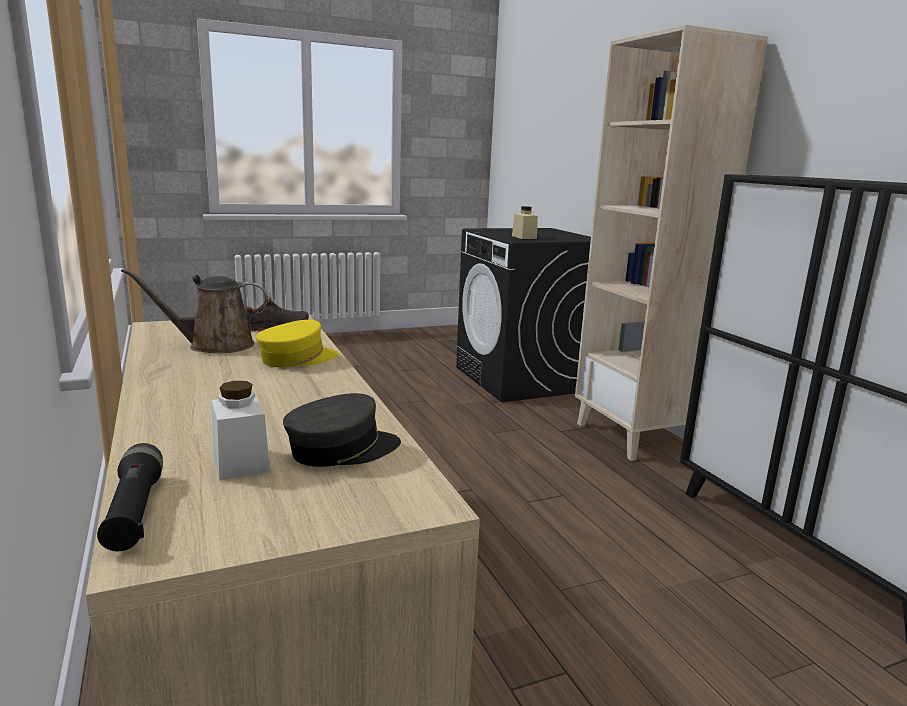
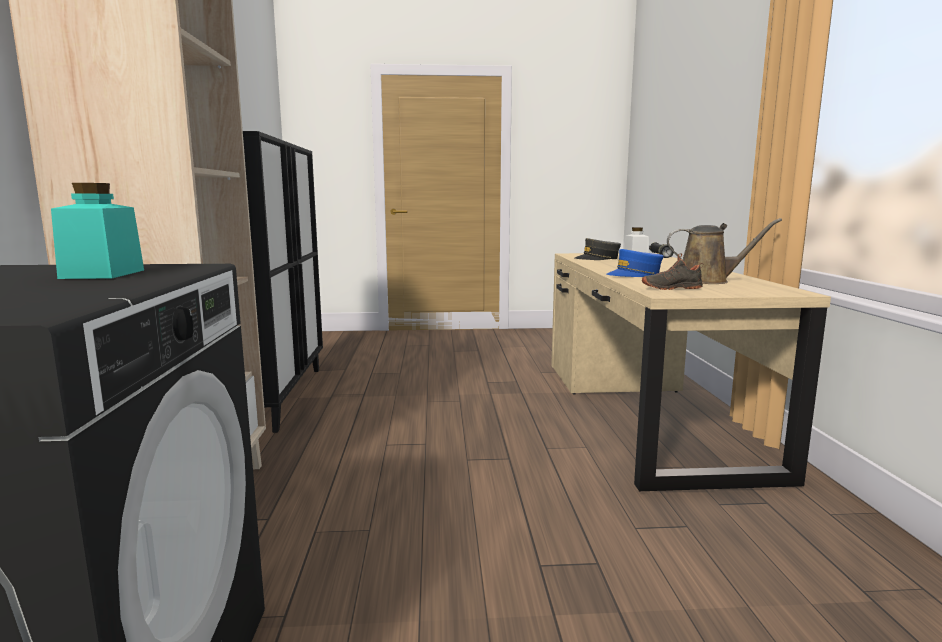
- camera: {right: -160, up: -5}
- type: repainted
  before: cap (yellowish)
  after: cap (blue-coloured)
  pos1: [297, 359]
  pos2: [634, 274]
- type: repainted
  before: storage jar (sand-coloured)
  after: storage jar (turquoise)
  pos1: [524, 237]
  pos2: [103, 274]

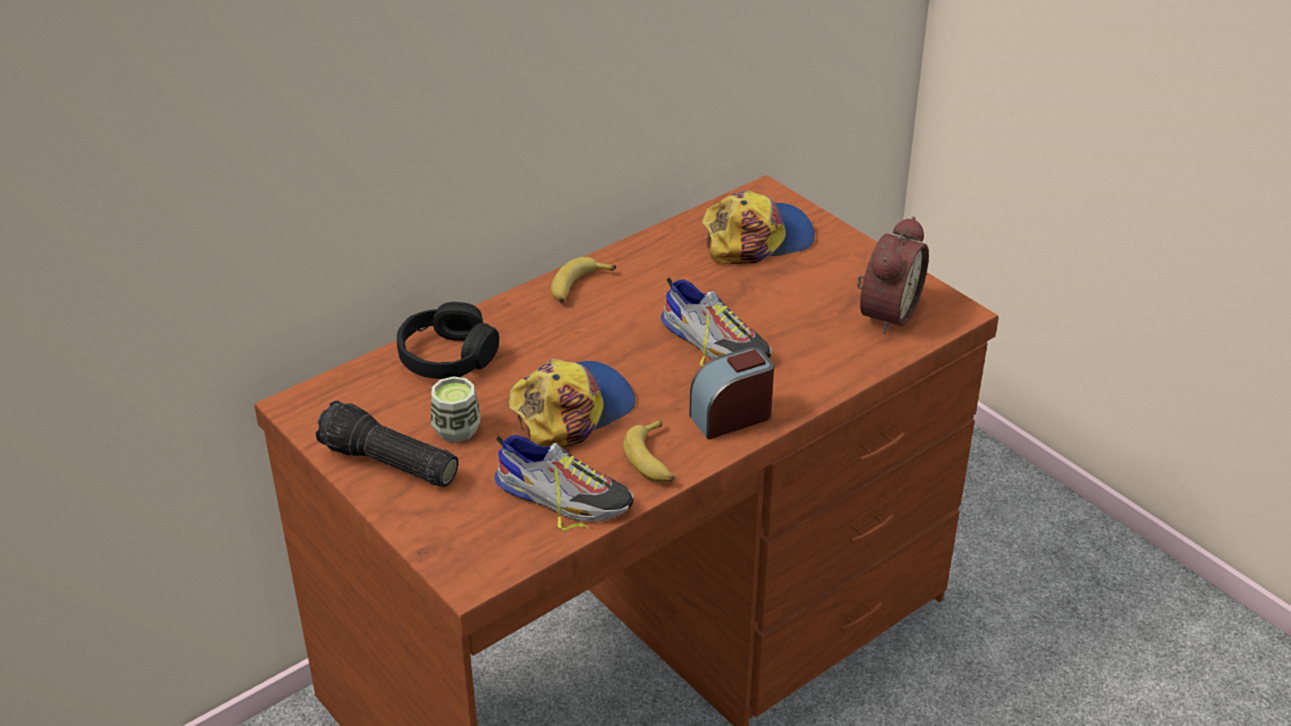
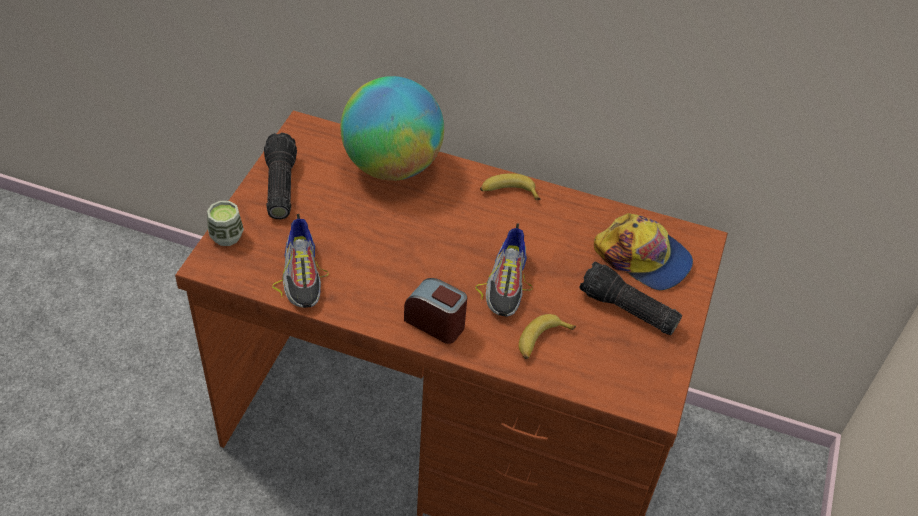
- camera: {right: 55, up: 10}
- type: gone
  before: cap
  pos1: [571, 409]
- type: gone
  before: alarm clock
  pos1: [885, 312]
- type: new
  after: flashlight
  pos2: [626, 310]
- type: shifted
  before: cup
  pos1: [456, 429]
  pos2: [226, 236]
- type: shifted
  before: banana fruit
  pos1: [654, 460]
  pos2: [541, 341]
- type: swapped
  before: pair of headphones (black)
  after: desk globe
  pos1: [447, 356]
  pos2: [392, 166]

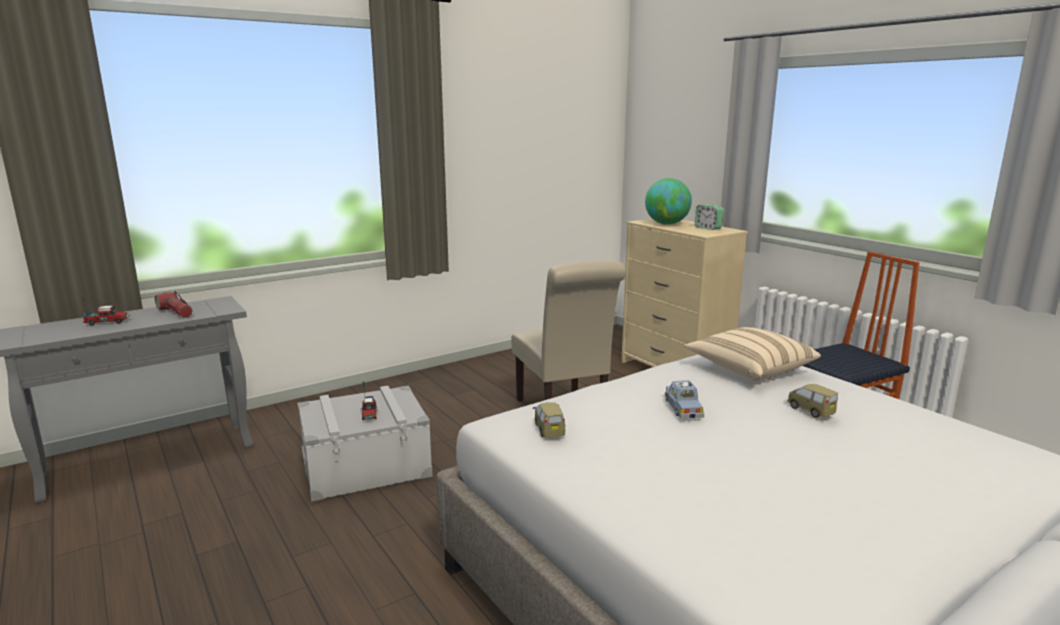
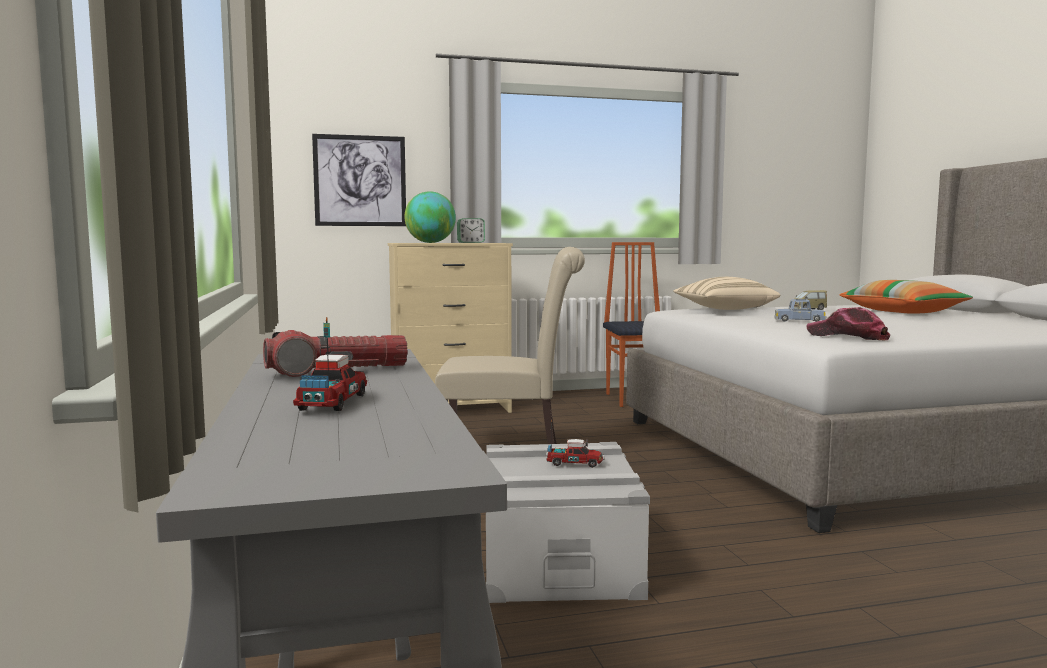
- camera: {right: -70, up: -10}
- type: new
  after: wall picture
  pos2: [360, 181]
- type: new
  after: cushion
  pos2: [903, 312]
- type: swapped
  before: toy car
  after: cap
  pos1: [549, 429]
  pos2: [847, 336]

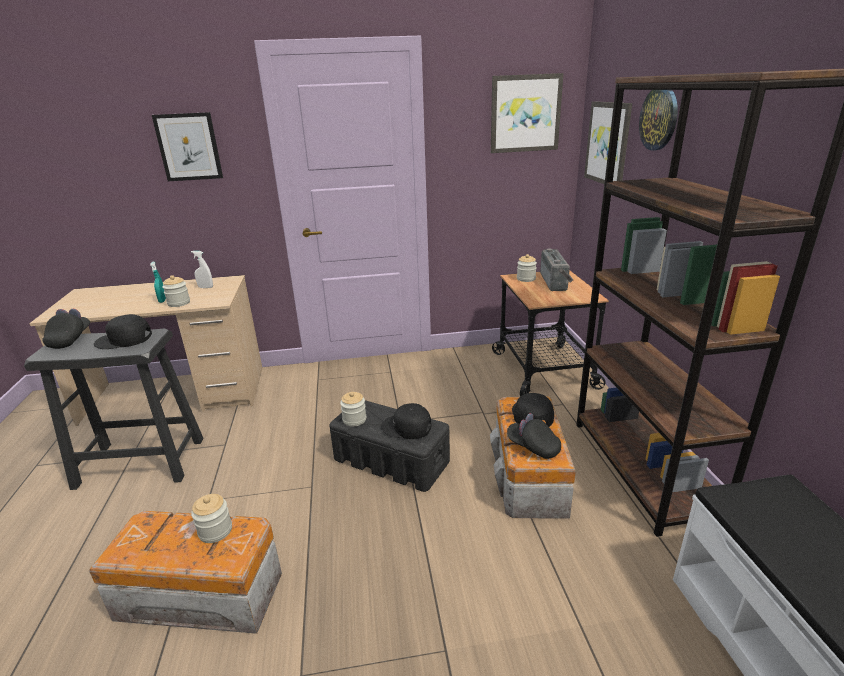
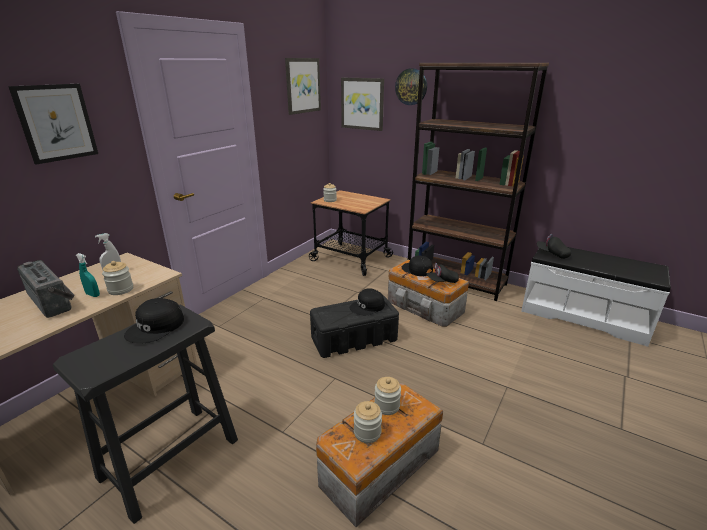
- camera: {right: -50, up: 0}
- type: shifted
  before: cap (black)
  pos1: [70, 339]
  pos2: [552, 254]
- type: shifted
  before: storage jar
  pos1: [354, 420]
  pos2: [367, 432]
- type: shifted
  before: radio set
  pos1: [556, 282]
  pos2: [54, 301]

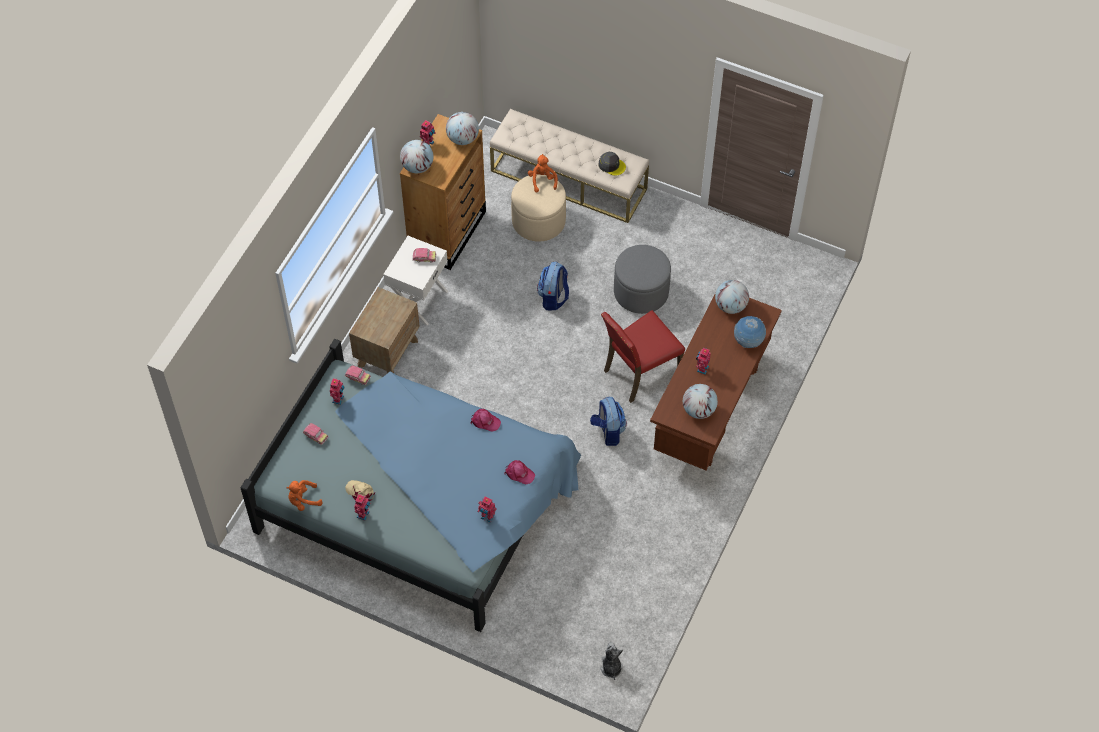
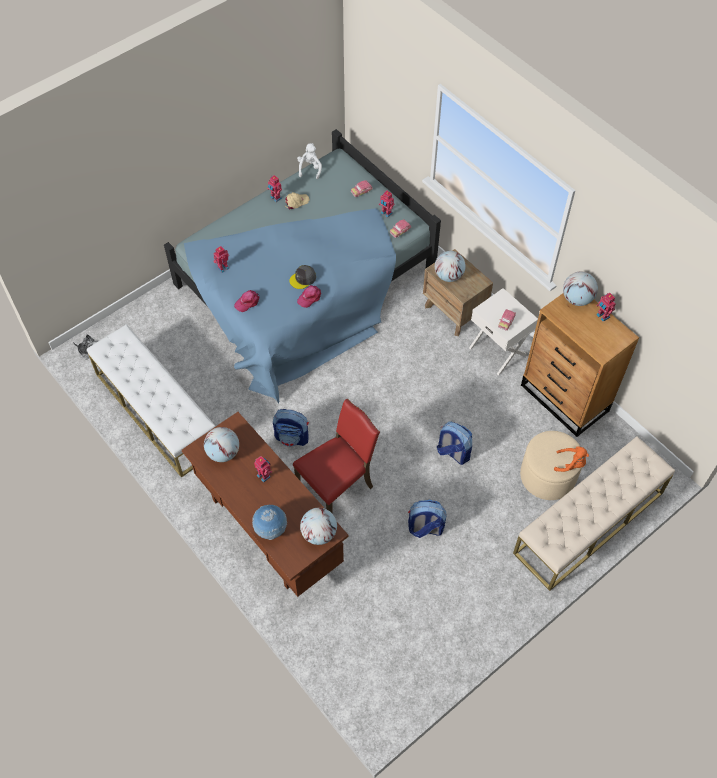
- camera: {right: 115, up: 0}
- type: new
  after: long seat (white)
  pos2: [157, 411]
- type: shifted
  before: desk globe
  pos1: [462, 139]
  pos2: [448, 276]
- type: shifted
  before: cap (gray)
  pos1: [611, 165]
  pos2: [303, 279]
- type: swapped
  before: pouffe (gray)
  after: rucksack
  pos1: [641, 292]
  pos2: [425, 528]
- type: repainted
  before: cuddly toy (orangey)
  after: cuddly toy (white)
  pos1: [303, 500]
  pos2: [310, 169]
- type: rotated
  before: upright chair (red-coloured)
  pos1: [639, 373]
  pos2: [337, 487]
  turn: 60

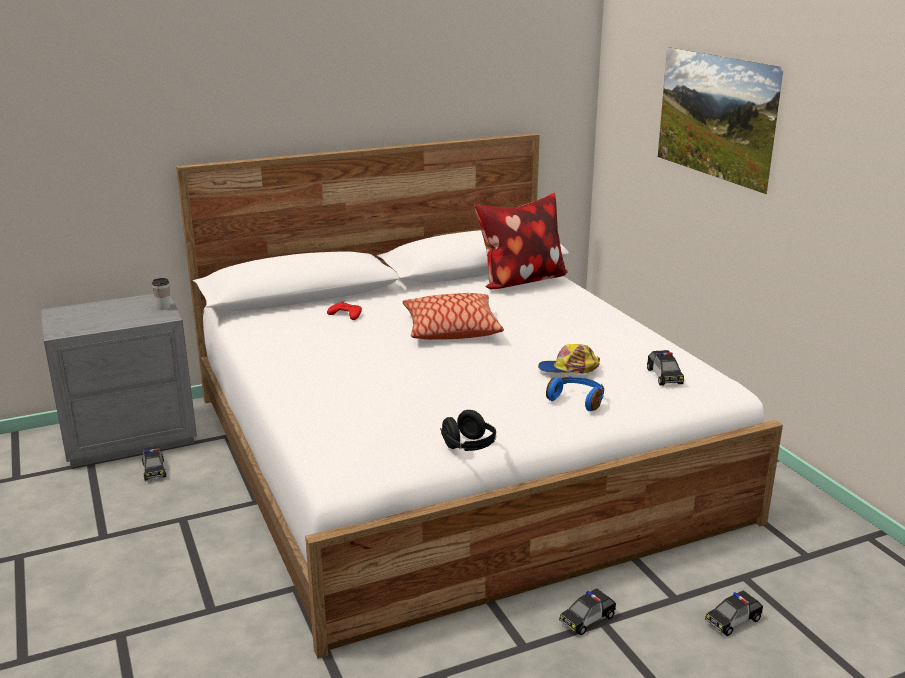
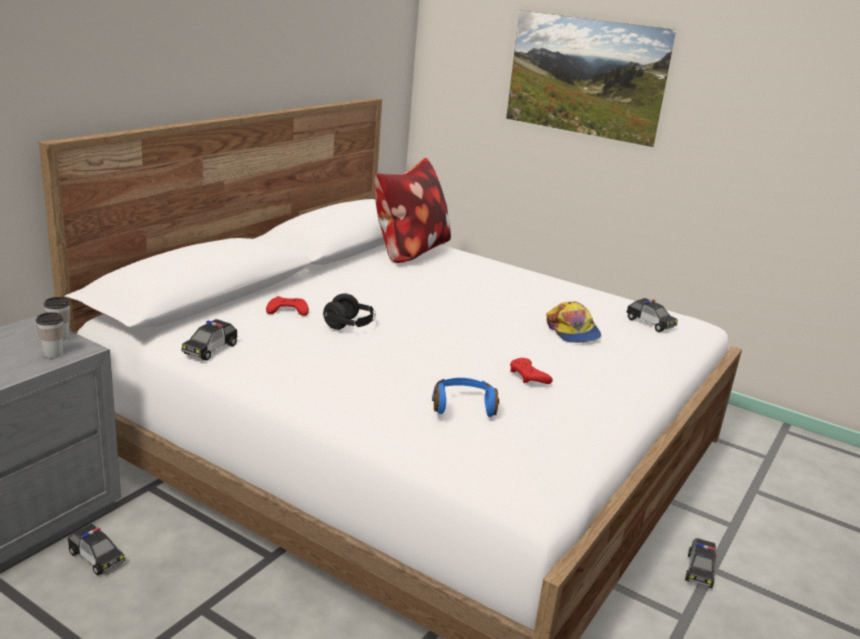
- camera: {right: -35, up: 0}
- type: gone
  before: cushion
  pos1: [451, 329]
- type: new
  after: cup
  pos2: [53, 354]
- type: new
  after: game controller (red-coloured)
  pos2: [528, 376]
- type: shifted
  before: pair of headphones (black)
  pos1: [469, 447]
  pos2: [349, 326]
- type: shifted
  before: pair of headphones (blue-coloured)
  pos1: [577, 400]
  pos2: [463, 406]
- type: shifted
  before: toy car
  pos1: [733, 621]
  pos2: [210, 349]
- type: rotated
  before: cap
  pos1: [568, 370]
  pos2: [572, 331]
  turn: -75

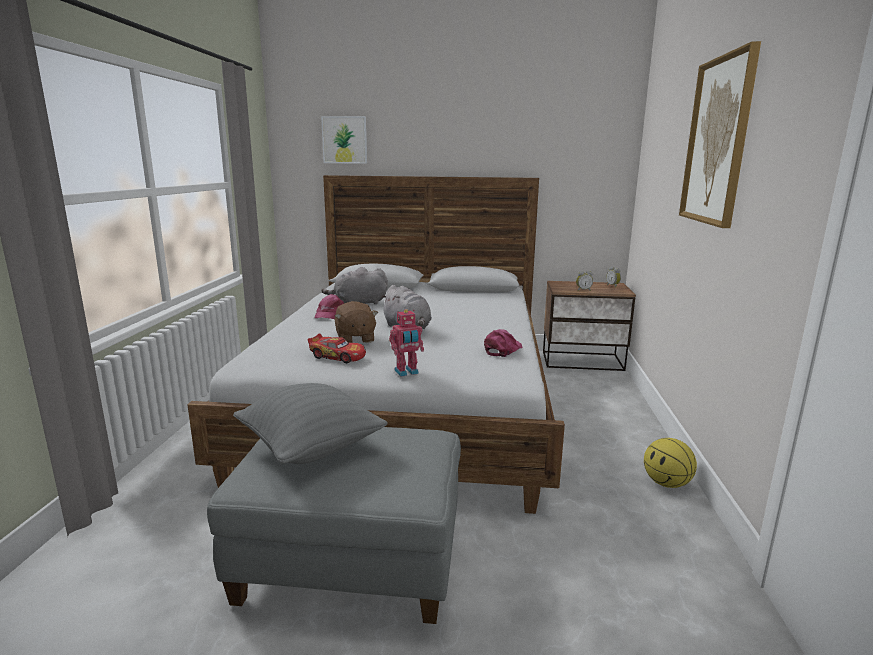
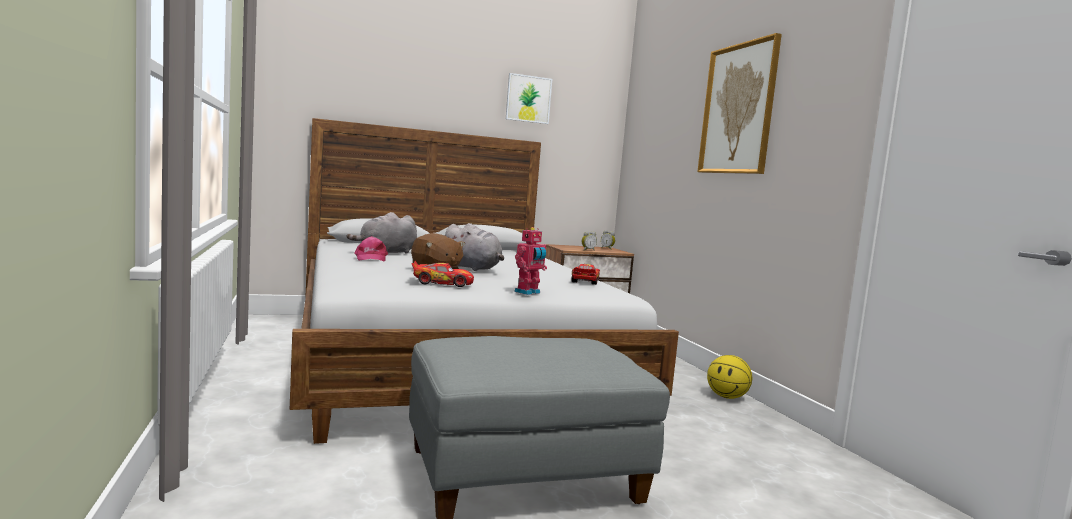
- camera: {right: -25, up: -10}
- type: gone
  before: cushion (gray)
  pos1: [311, 448]
- type: shifted
  before: wall picture
  pos1: [344, 140]
  pos2: [528, 99]
- type: swapped
  before: cap (pink)
  after: toy car
  pos1: [502, 350]
  pos2: [585, 281]

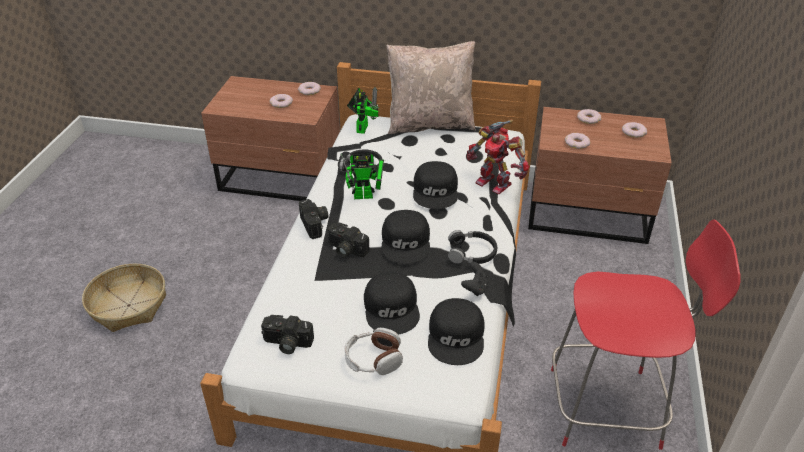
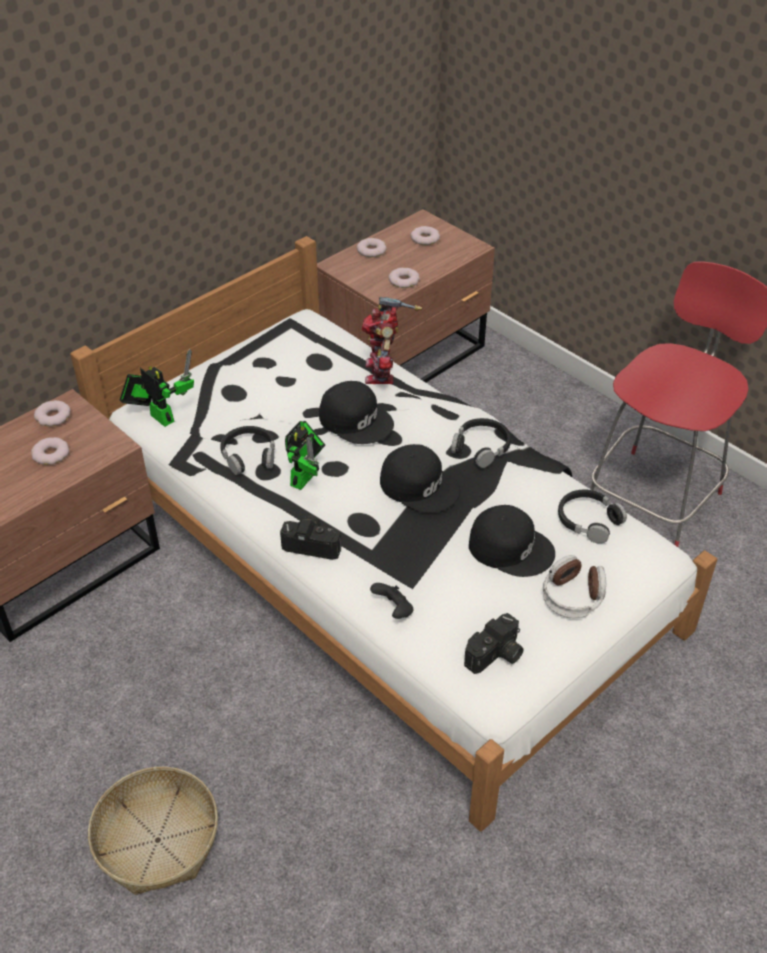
- camera: {right: -55, up: 5}
- type: gone
  before: still camera
  pos1: [345, 250]
- type: gone
  before: cushion (sand-coloured)
  pos1: [430, 124]
- type: shifted
  before: game controller (black)
  pos1: [475, 288]
  pos2: [393, 610]
- type: swapped
  before: cap (black)
  after: pair of headphones (black)
  pos1: [457, 337]
  pos2: [588, 521]
- type: rotated
  before: toy robot
  pos1: [494, 182]
  pos2: [383, 372]
  turn: 105

